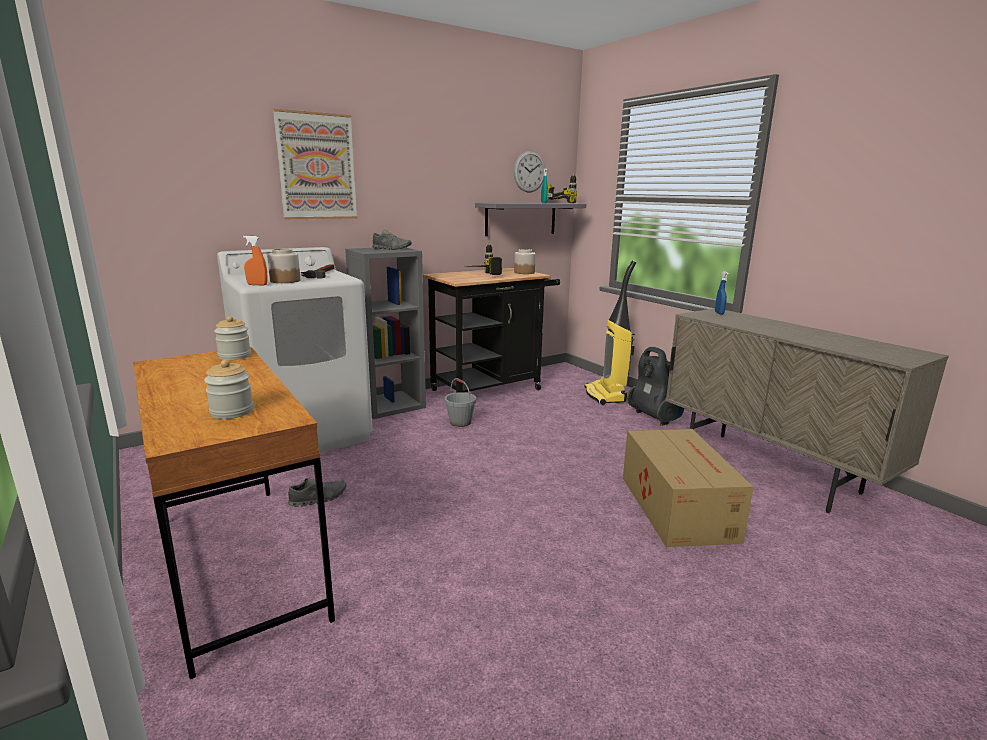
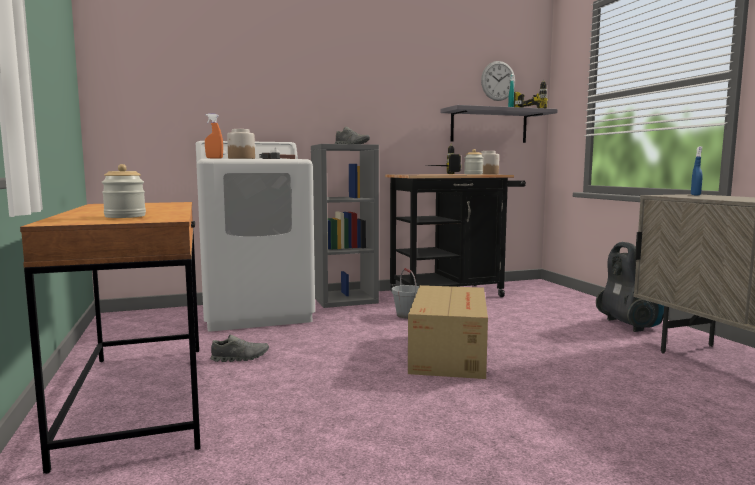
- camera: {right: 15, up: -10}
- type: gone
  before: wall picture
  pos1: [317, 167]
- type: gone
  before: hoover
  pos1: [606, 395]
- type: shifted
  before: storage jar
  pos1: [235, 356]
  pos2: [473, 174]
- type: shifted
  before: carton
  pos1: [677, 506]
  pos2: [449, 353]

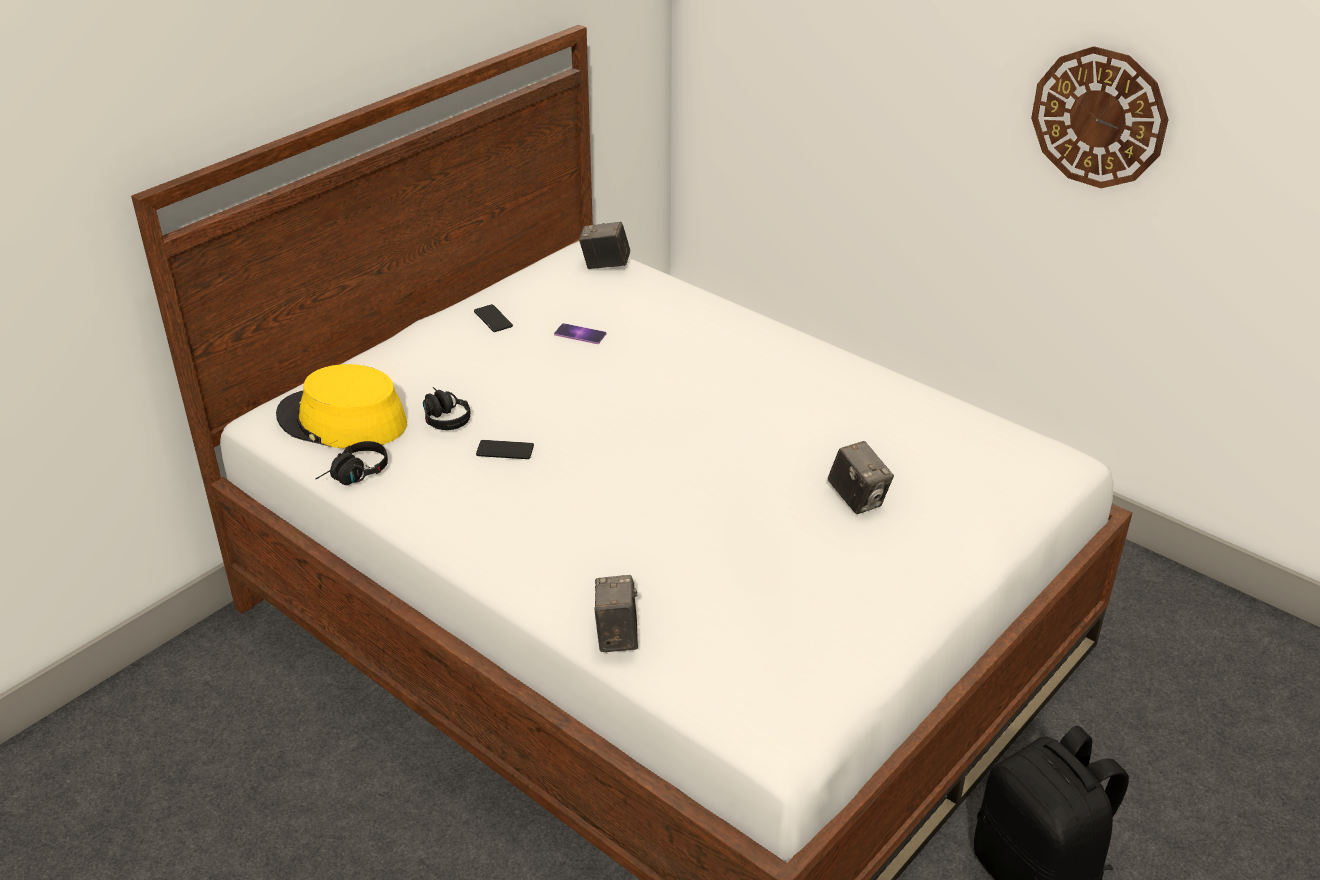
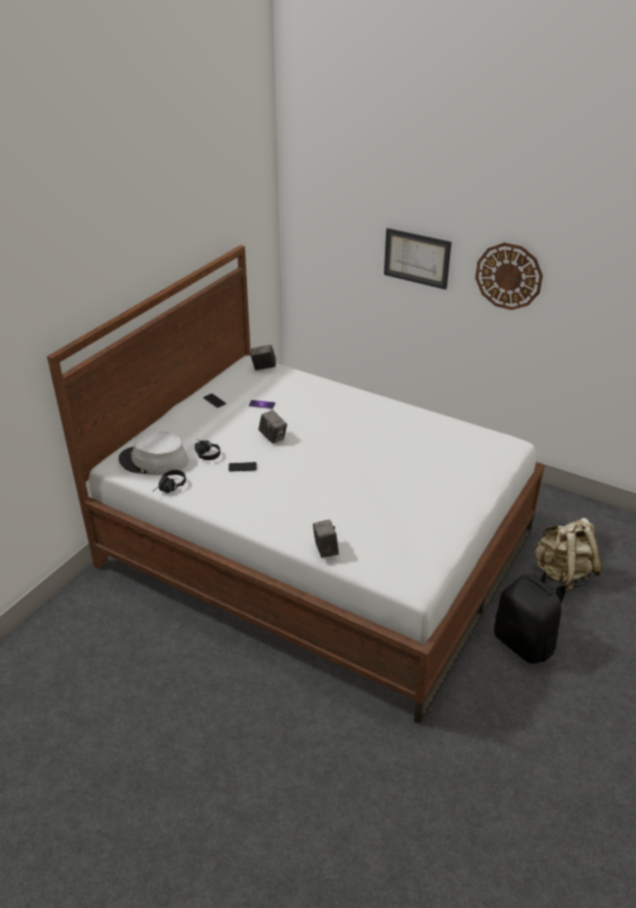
- camera: {right: -10, up: 0}
- type: new
  after: wall picture
  pos2: [417, 258]
- type: new
  after: rucksack (sand-coloured)
  pos2: [562, 575]
- type: shifted
  before: still camera
  pos1: [857, 499]
  pos2: [273, 437]
- type: repainted
  before: clothing hat (yellowish)
  after: clothing hat (gray)
  pos1: [342, 421]
  pos2: [153, 461]

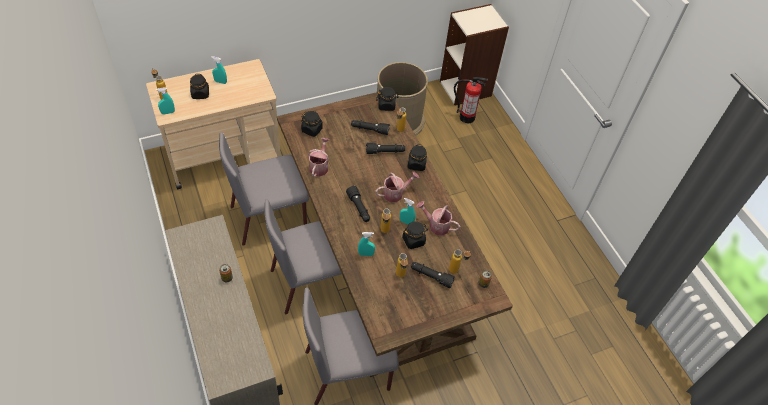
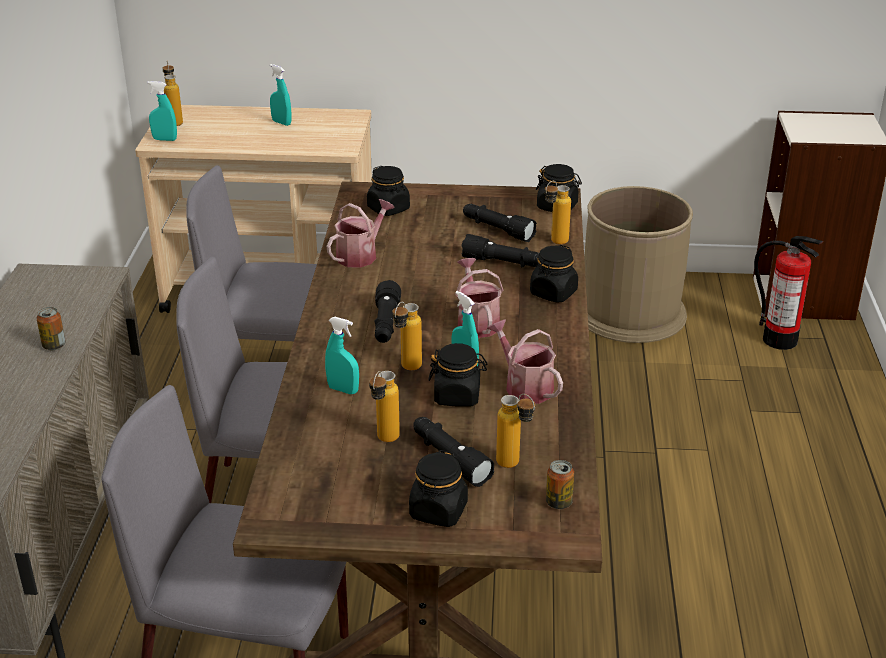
- camera: {right: 30, up: -20}
- type: shifted
  before: storage jar (black)
  pos1: [200, 94]
  pos2: [438, 511]
- type: rotated
  before: sprinkling can
  pos1: [395, 193]
  pos2: [476, 322]
  turn: -105

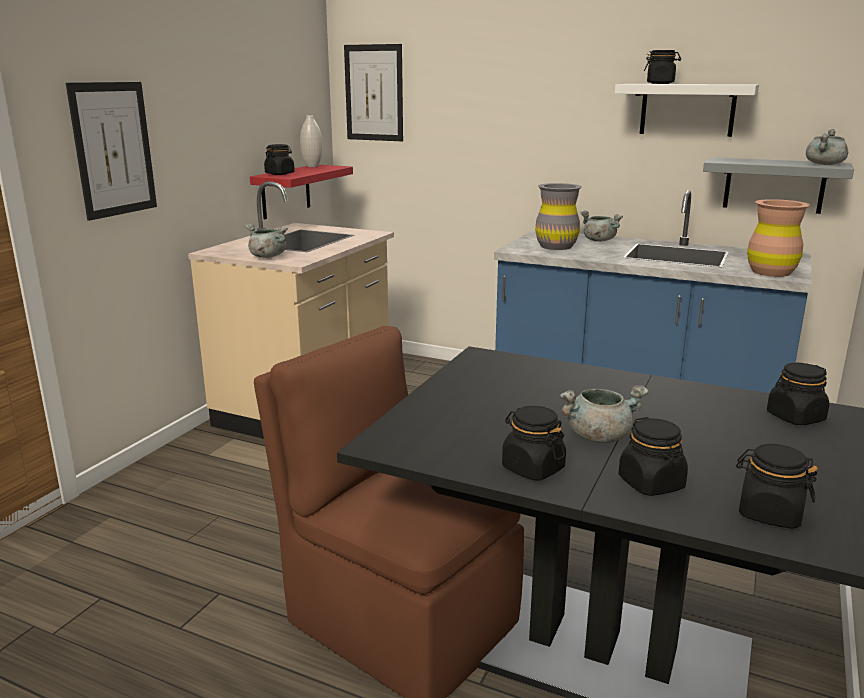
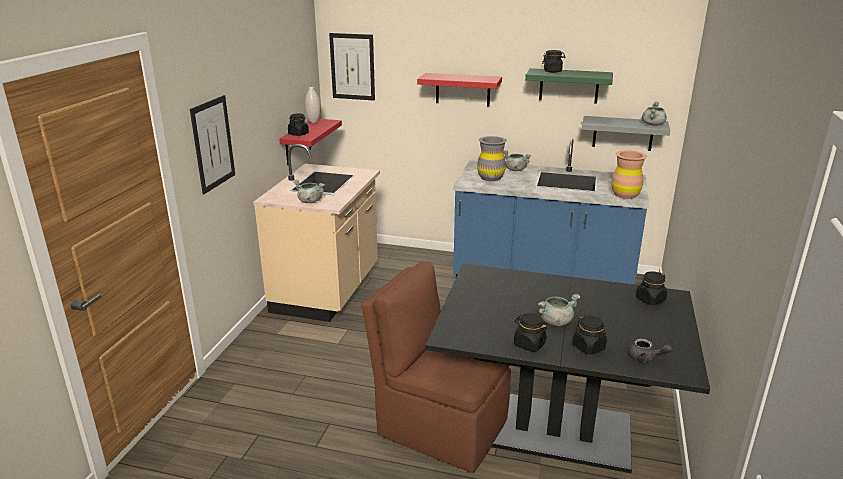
- camera: {right: -10, up: 5}
- type: new
  after: wall shelf (red-coloured)
  pos2: [463, 89]
- type: swapped
  before: storage jar (black)
  after: tea pot (gray)
  pos1: [769, 513]
  pos2: [645, 358]
- type: repainted
  before: wall shelf (white)
  after: wall shelf (greenish)
  pos1: [687, 109]
  pos2: [569, 86]

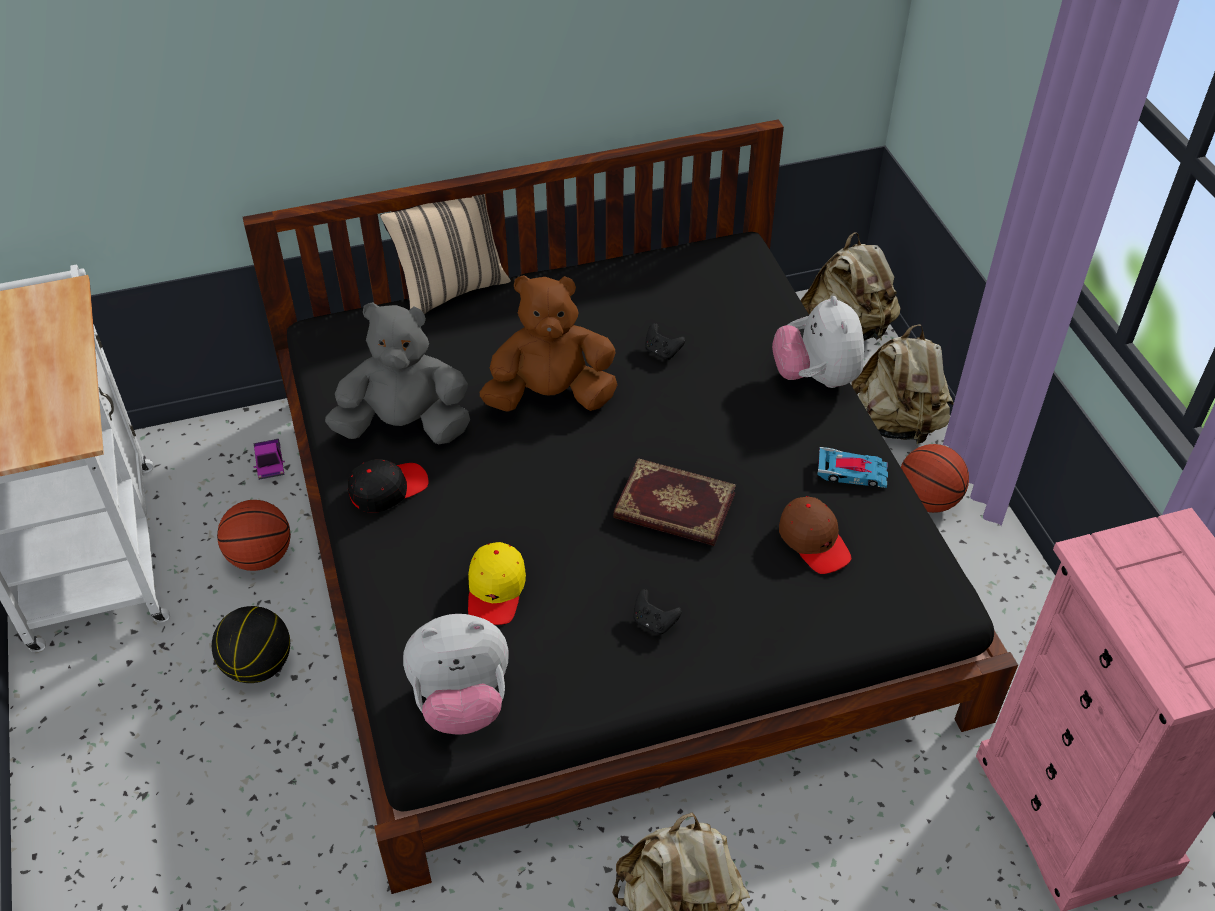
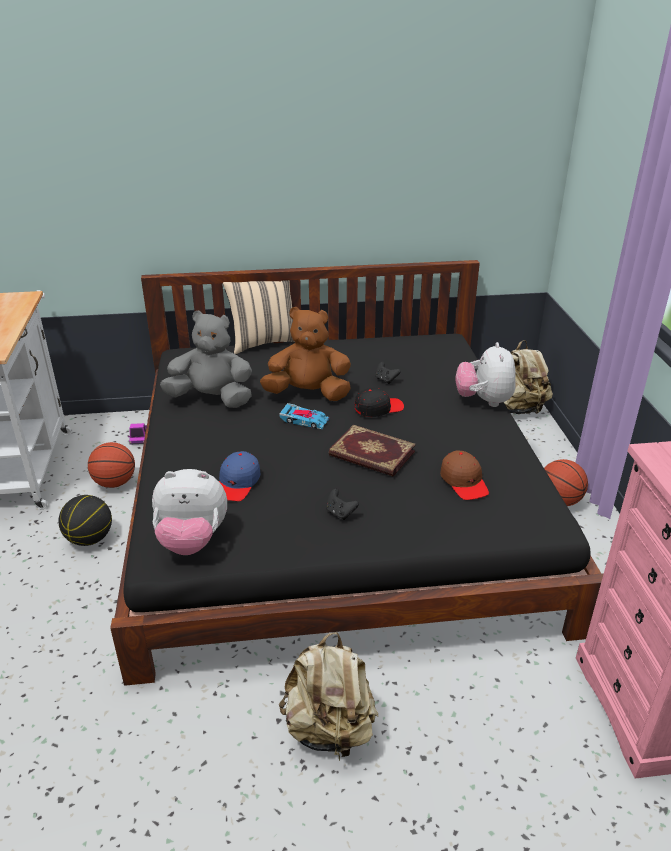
- camera: {right: 10, up: -15}
- type: gone
  before: rucksack (sand-coloured)
  pos1: [896, 424]
- type: shifted
  before: cap (black)
  pos1: [387, 489]
  pos2: [378, 408]
- type: shifted
  before: toy car
  pos1: [852, 472]
  pos2: [304, 420]
- type: repainted
  before: cap (yellowish)
  after: cap (blue-coloured)
  pos1: [496, 590]
  pos2: [237, 483]

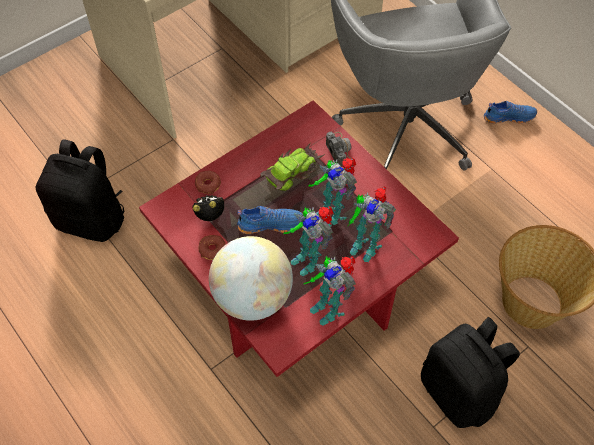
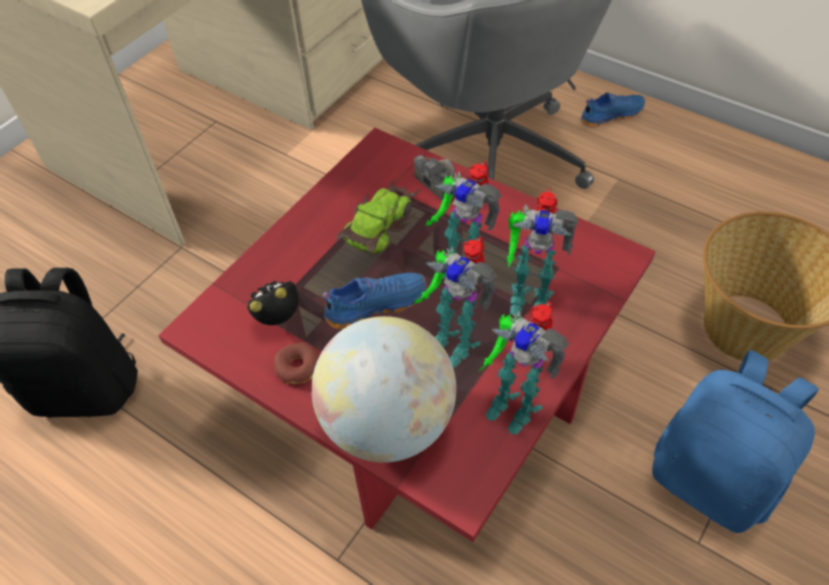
- camera: {right: -15, up: -5}
- type: gone
  before: donut
  pos1: [208, 184]
- type: repainted
  before: rucksack (black)
  after: rucksack (blue-coloured)
  pos1: [460, 392]
  pos2: [711, 479]

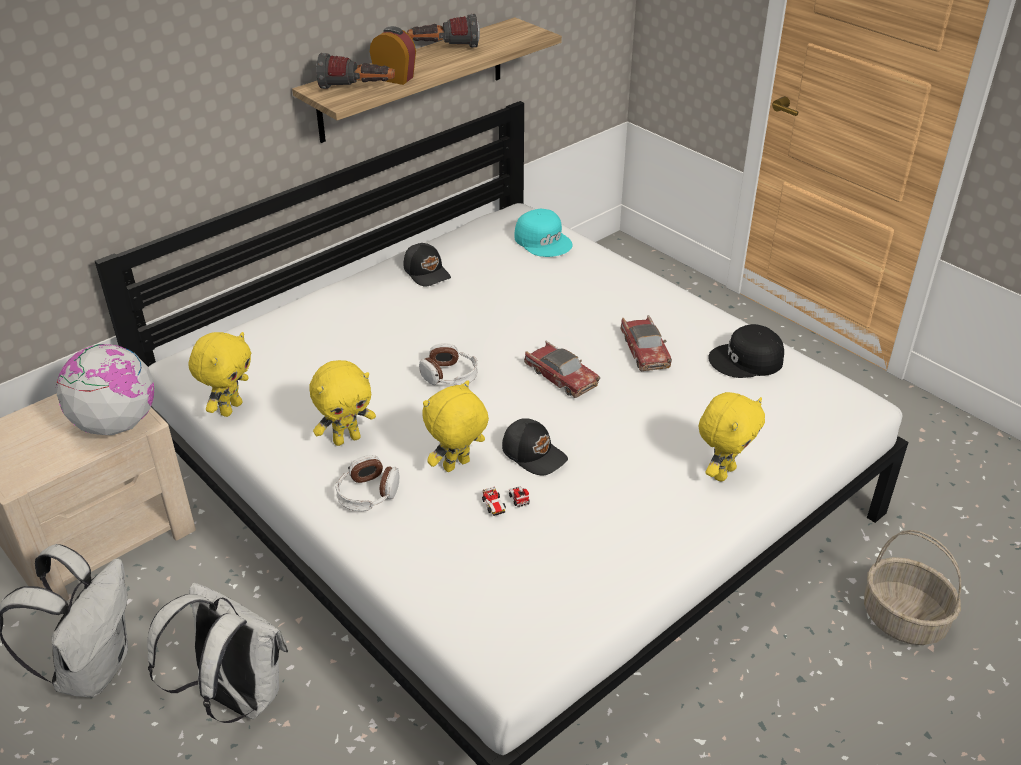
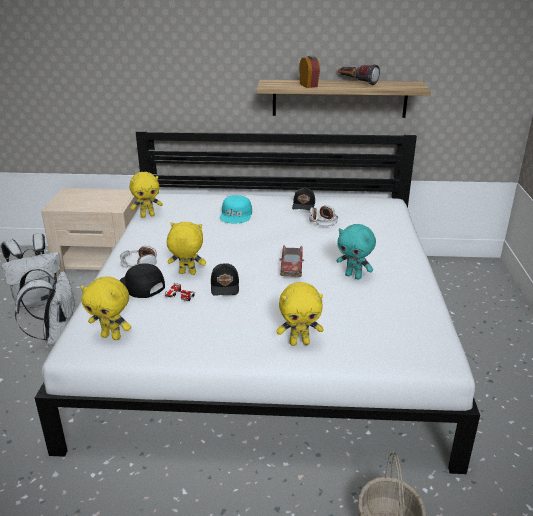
- camera: {right: 45, up: -10}
- type: gone
  before: desk globe
  pos1: [116, 424]
- type: gone
  before: flashlight
  pos1: [357, 89]
- type: shifted
  before: cuddly toy (yellowish)
  pos1: [347, 439]
  pos2: [112, 336]
- type: shifted
  before: pair of headphones
  pos1: [450, 375]
  pos2: [323, 222]
- type: shifted
  before: cap (turquoise)
  pos1: [543, 240]
  pos2: [236, 215]
- type: shifted
  before: cap (black)
  pos1: [746, 360]
  pos2: [140, 286]
- type: swapped
  before: toy car
  after: cuddly toy (turquoise)
  pos1: [644, 350]
  pos2: [354, 276]

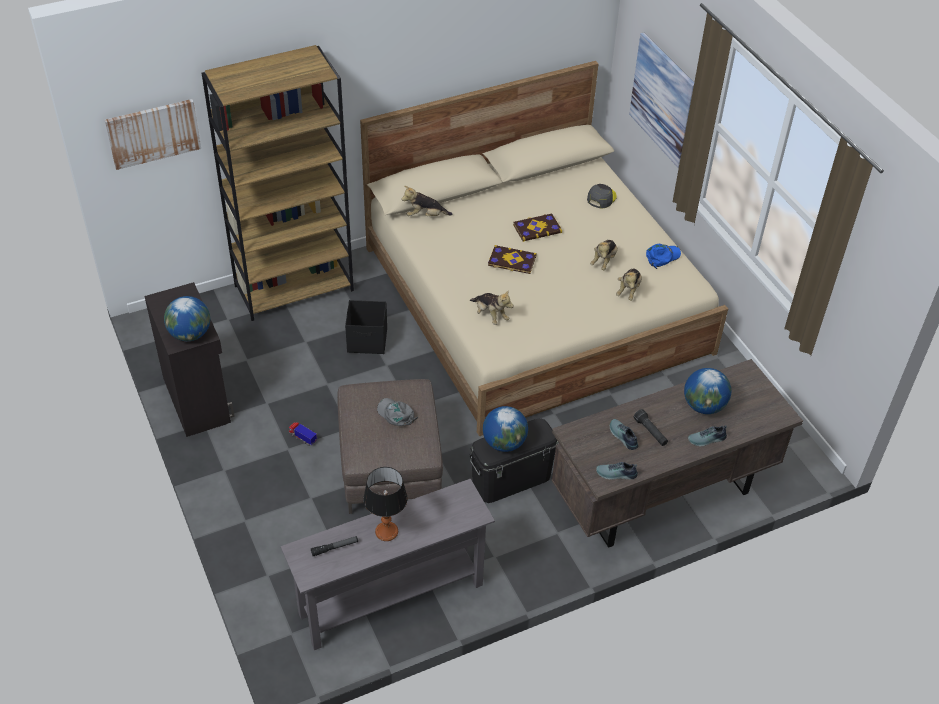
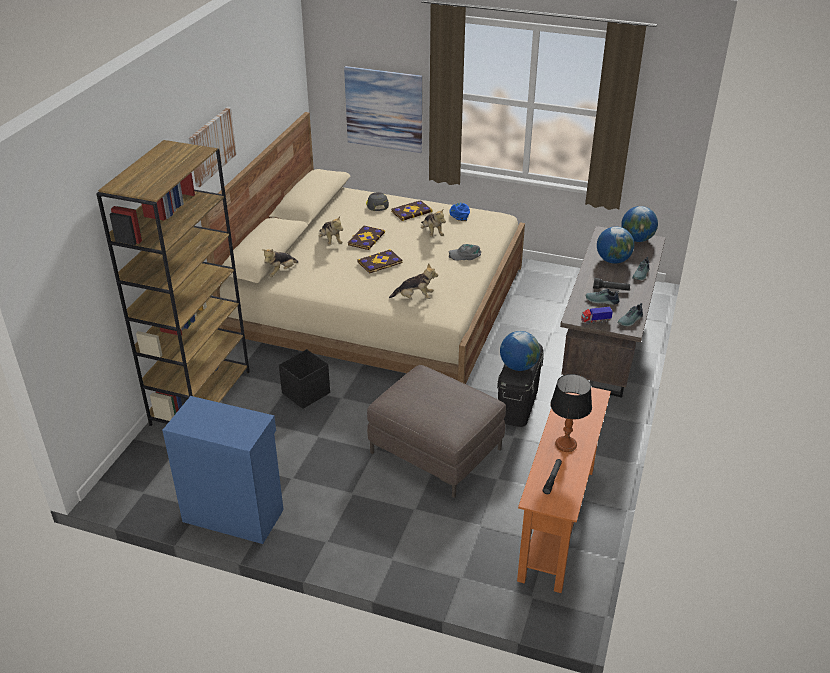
- camera: {right: -45, up: -10}
- type: new
  after: volume
  pos2: [411, 211]
- type: shifted
  before: wall picture
  pos1: [153, 133]
  pos2: [211, 146]
- type: shifted
  before: desk globe
  pos1: [190, 334]
  pos2: [637, 239]
- type: shifted
  before: toy lorry
  pos1: [302, 438]
  pos2: [595, 321]
- type: shifted
  before: cap (gray)
  pos1: [396, 414]
  pos2: [465, 255]
- type: shifted
  before: cuddly toy
  pos1: [628, 290]
  pos2: [330, 241]
- type: repainted
  before: cupboard (black)
  after: cupboard (blue-coloured)
  pos1: [198, 399]
  pos2: [233, 514]
- type: repainted
  before: hall table (gray)
  after: hall table (orangey)
  pos1: [391, 600]
  pos2: [558, 522]

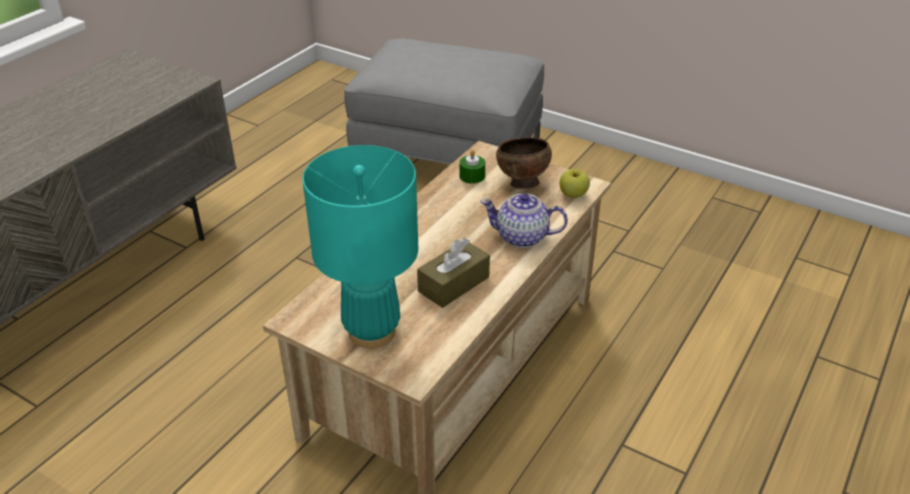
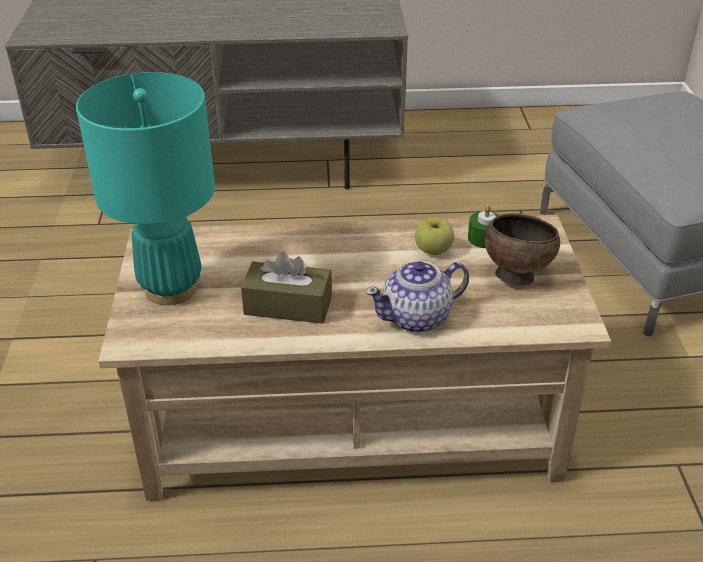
- camera: {right: 55, up: 0}
- type: shifted
  before: apple fruit
  pos1: [573, 195]
  pos2: [433, 251]
- type: rotated
  before: tea pot
  pos1: [522, 237]
  pos2: [417, 317]
  turn: -90

